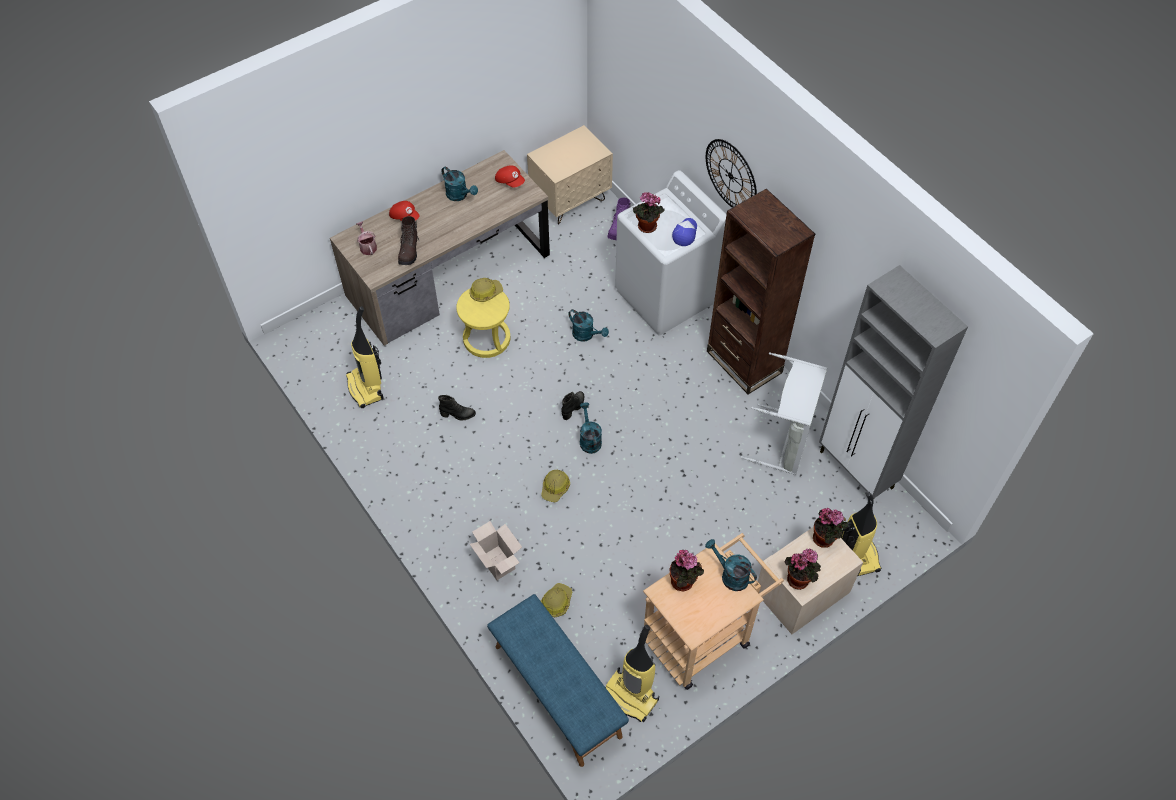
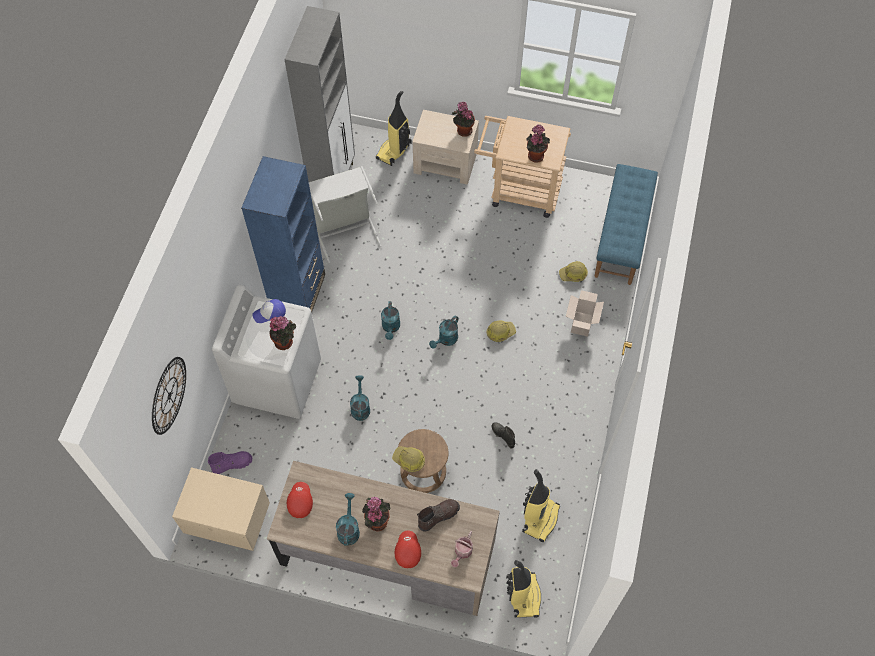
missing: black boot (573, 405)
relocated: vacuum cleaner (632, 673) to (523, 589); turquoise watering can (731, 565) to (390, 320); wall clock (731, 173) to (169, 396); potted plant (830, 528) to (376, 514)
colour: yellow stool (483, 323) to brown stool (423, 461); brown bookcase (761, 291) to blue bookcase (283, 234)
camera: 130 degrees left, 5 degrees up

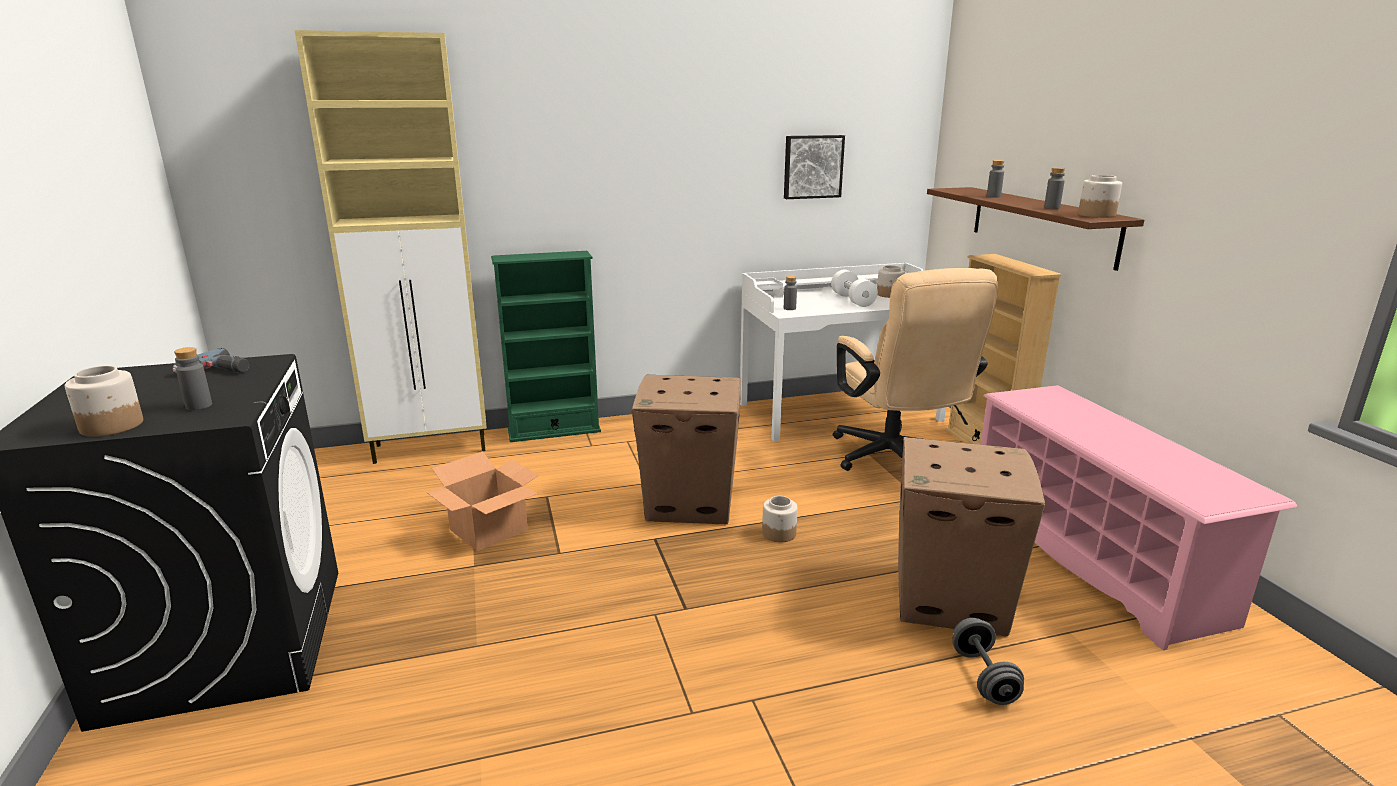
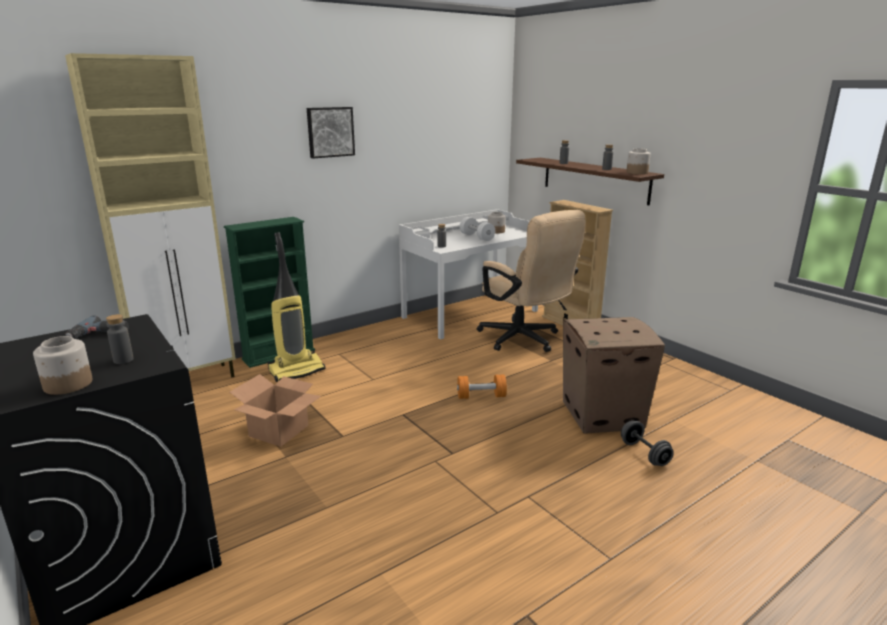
missing: cardboard box (686, 449); pink shoe rack (1138, 517)
appeared: vacuum cleaner (296, 307)
relocated: picture (814, 167) to (331, 132)
exchanged: jar (780, 519) to orange dumbbell (482, 386)
camera: 20 degrees left, 0 degrees up

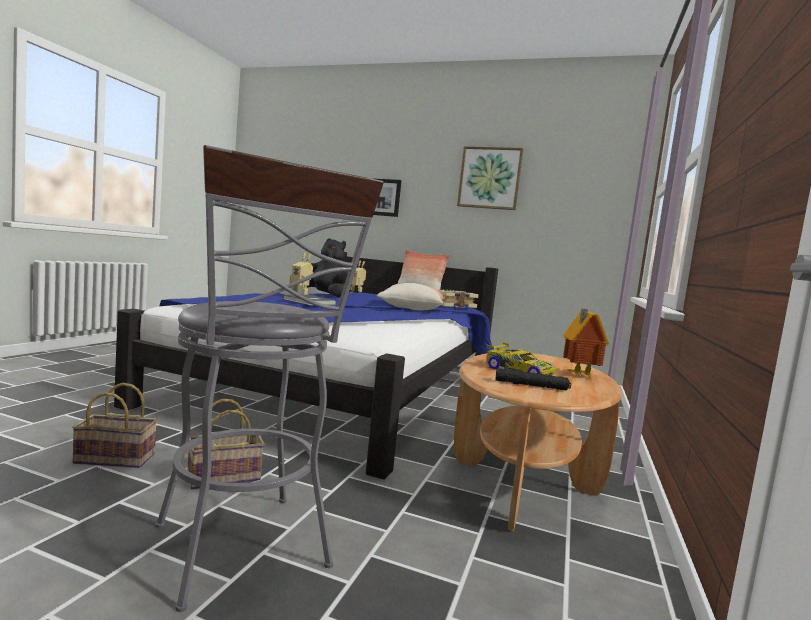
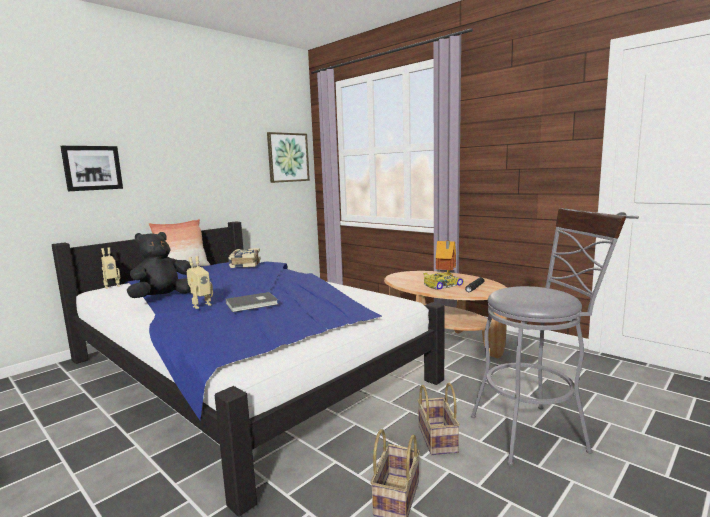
missing: pillow (411, 296)
relocated: picture (490, 178) to (288, 157)
camera: 65 degrees left, 5 degrees up

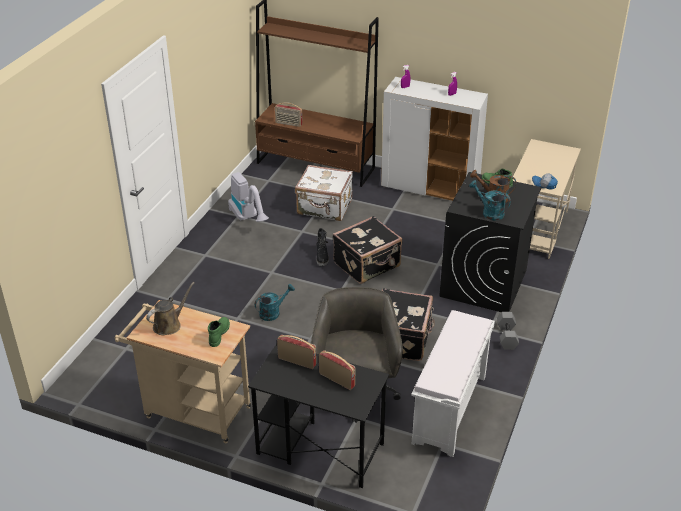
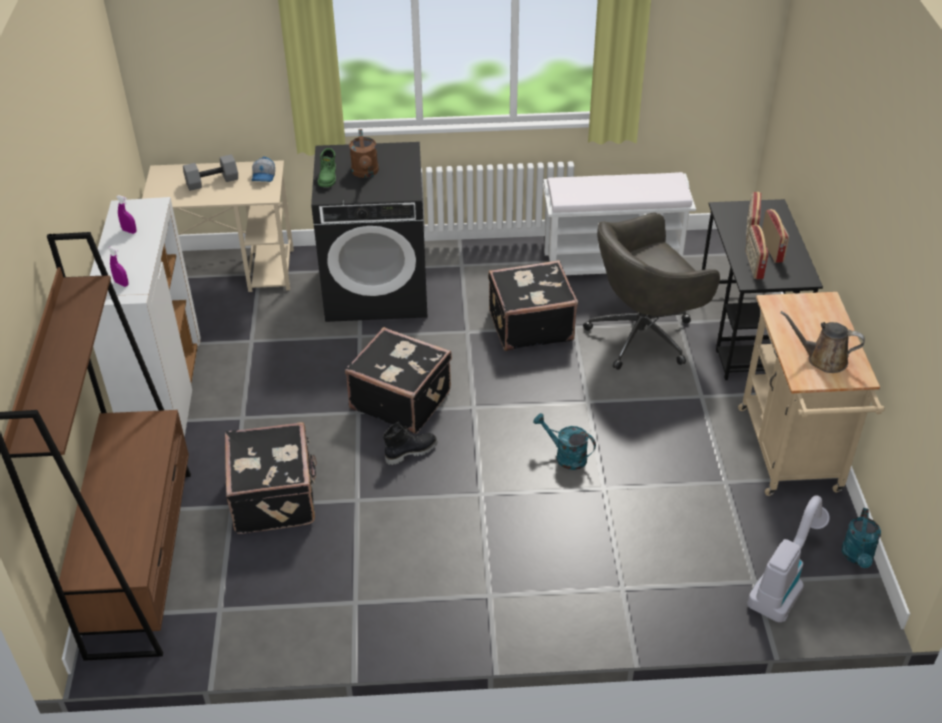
missing: green boot (219, 332)
relocated: vacuum cleaner (248, 197) to (788, 558); radio (289, 114) to (775, 236); turquoise watering can (490, 200) to (861, 538); grey dumbbell (508, 331) to (210, 172)
colour: white suitcase (324, 193) to black suitcase (271, 478)
camera: 115 degrees left, 5 degrees up

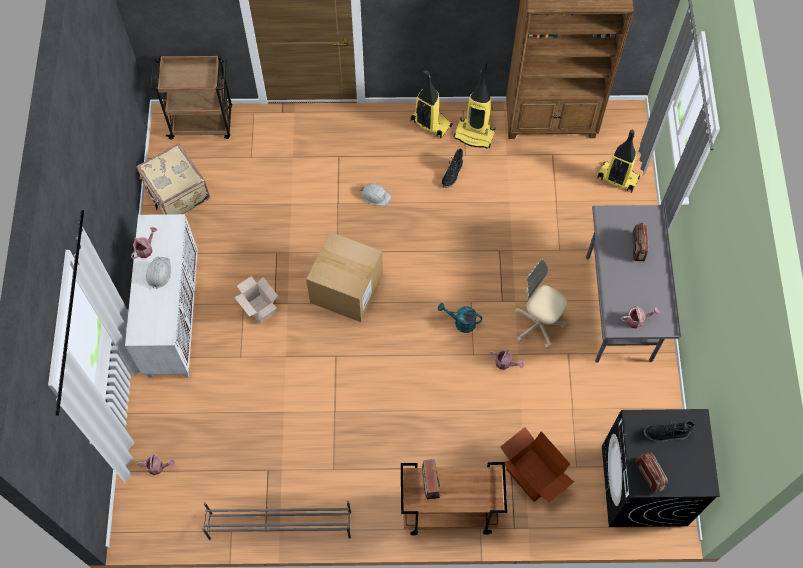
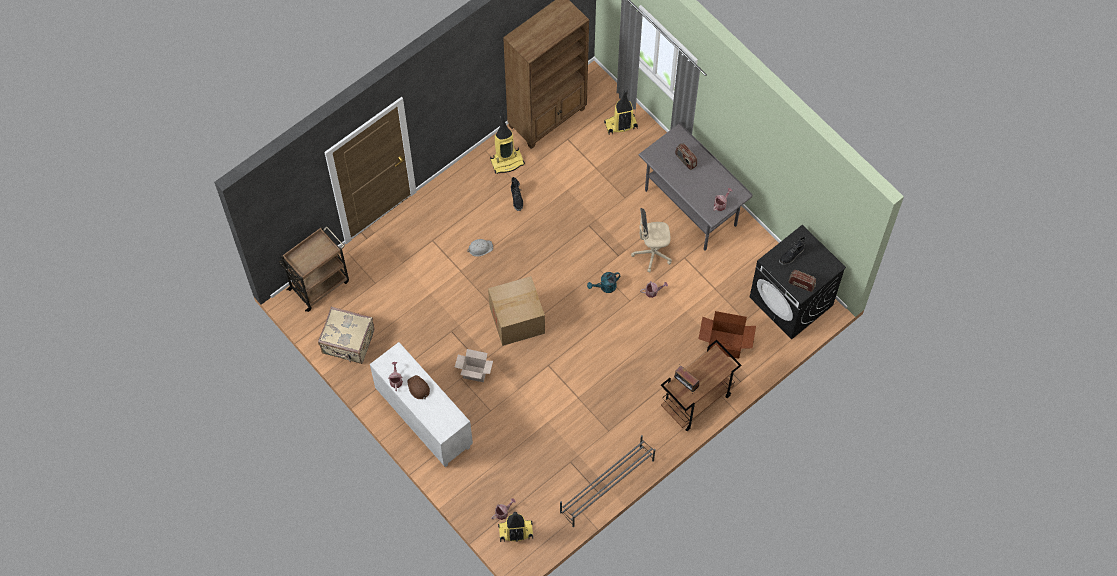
relocated: vacuum cleaner (431, 104) to (515, 527)
colour: white hard hat (158, 273) to brown hard hat (418, 387)
camera: 40 degrees left, 0 degrees up

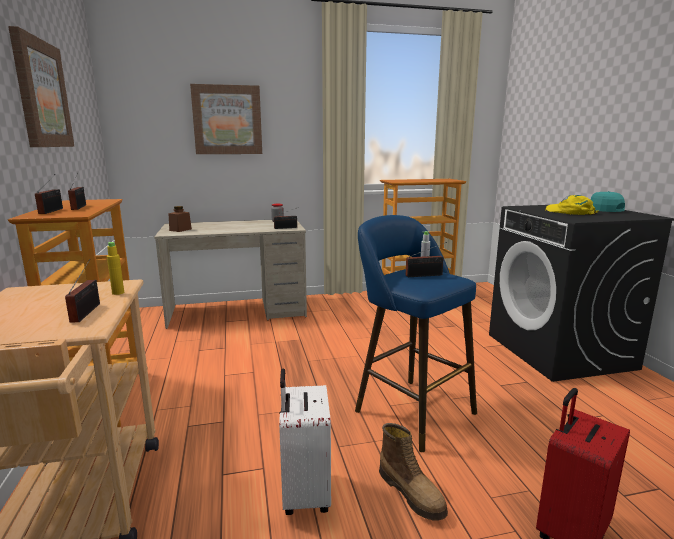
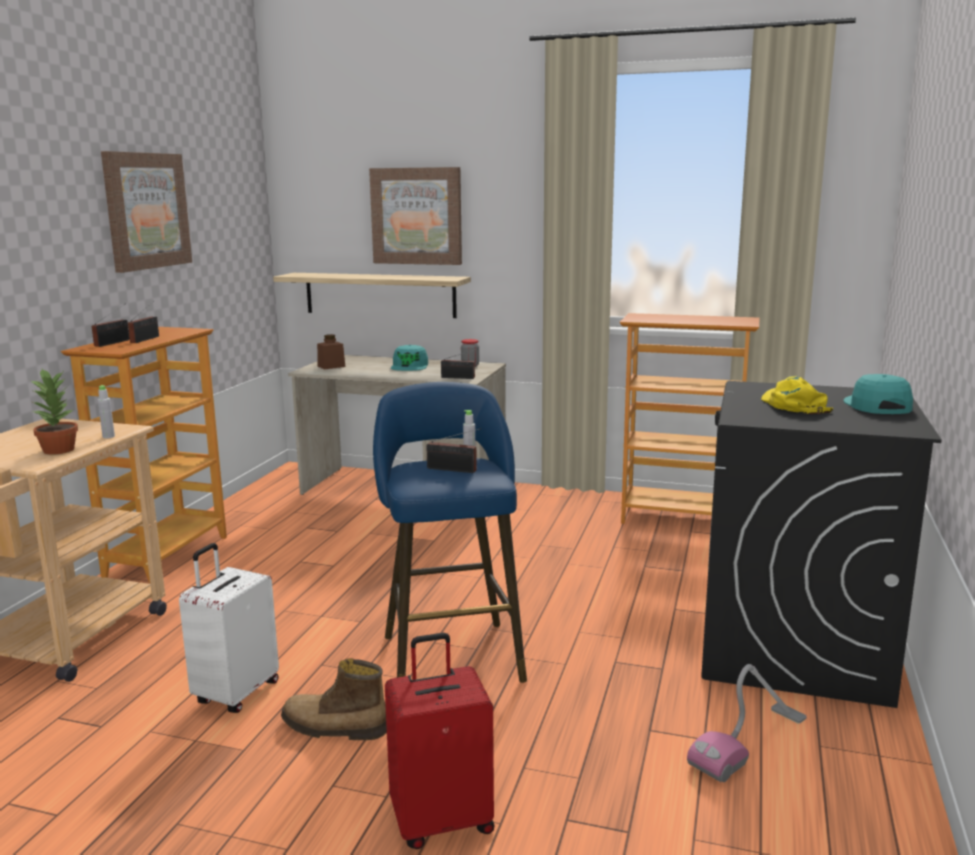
appeared: shelf (372, 295); turquoise cap (409, 358); vacuum cleaner (747, 723)
exchanged: radio (82, 291) to potted plant (54, 412)
colour: yellow bottle (115, 268) to grey bottle (106, 411)
spun: boot (413, 472) = (334, 699) 105 degrees clockwise
camera: 30 degrees right, 0 degrees up

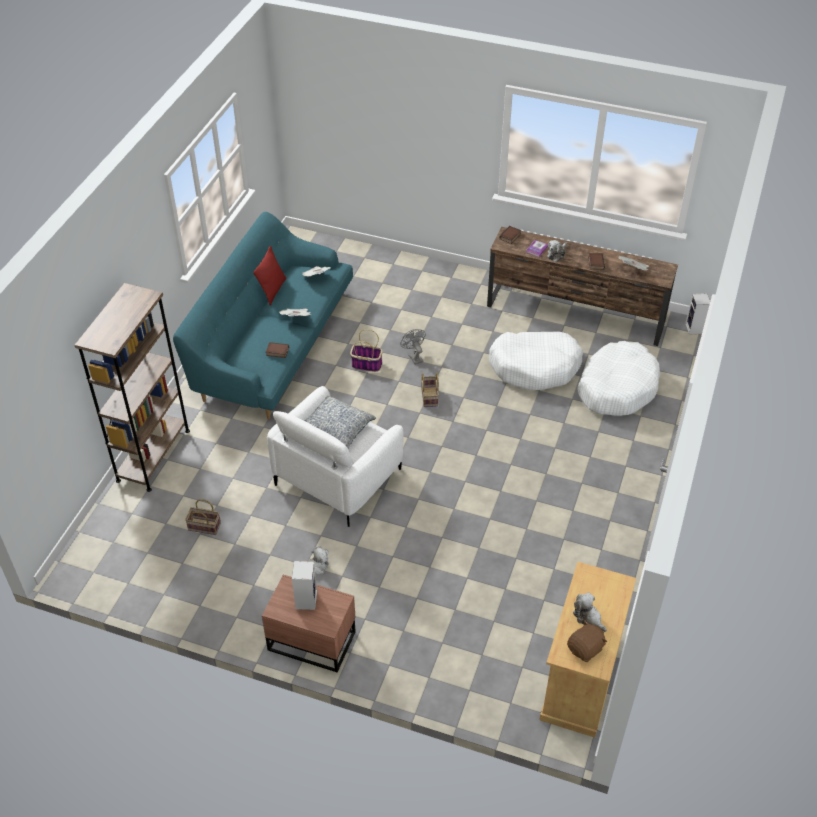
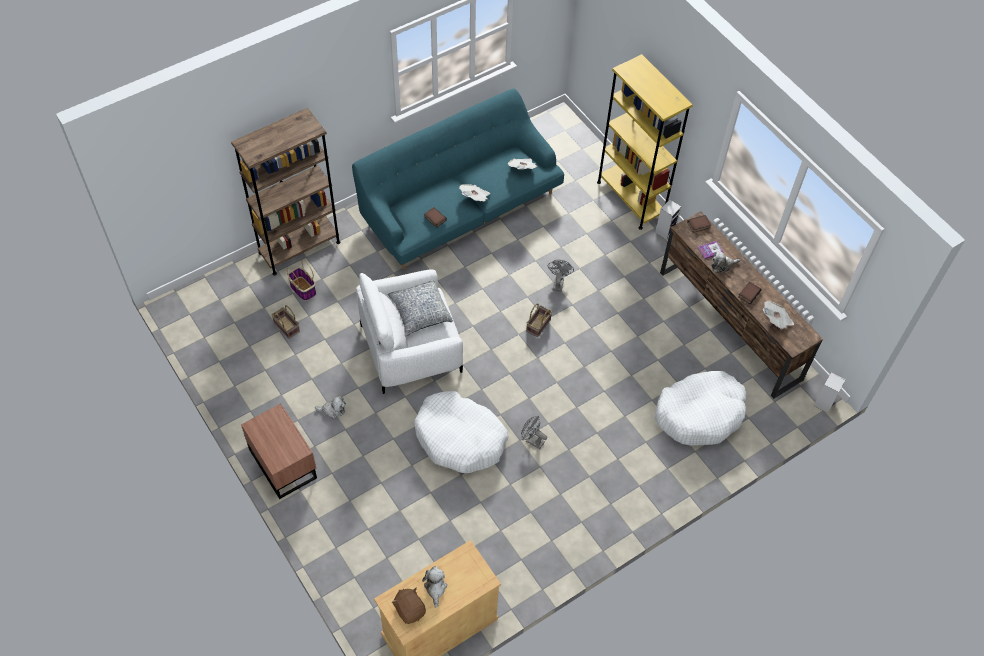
missing: red pillow (270, 275)
appeared: grey fan (534, 432); yellow bookcase (645, 142)
relocated: speaker (304, 585) to (668, 219); basket (366, 350) to (301, 280); white dog bed (536, 360) to (461, 432)
spun: brown plush toy (587, 641) = (408, 606) 120 degrees counterclockwise
camera: 35 degrees right, 10 degrees up

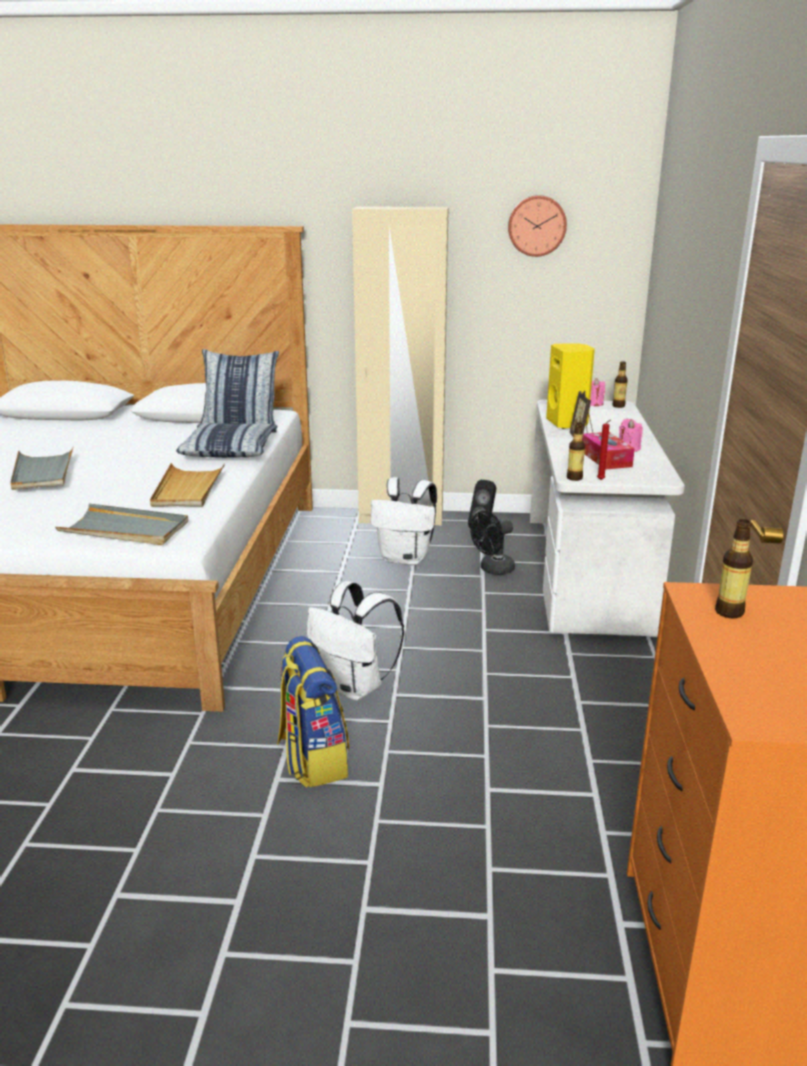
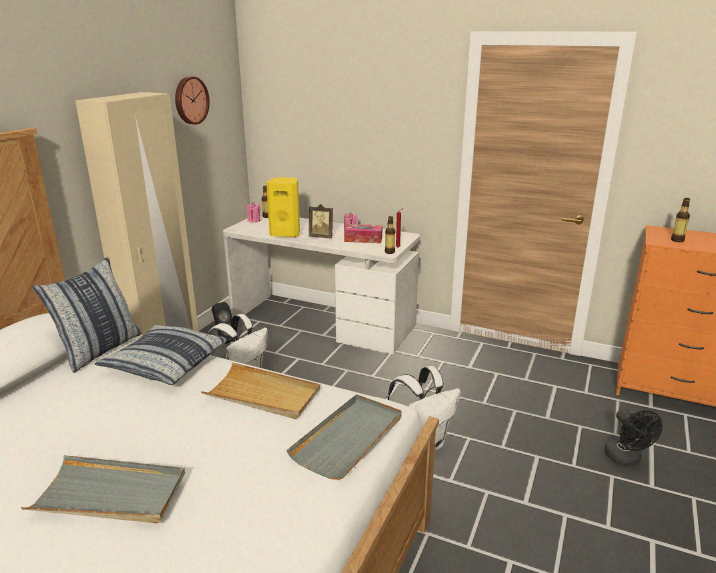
missing: backpack (313, 712)
relocated: black fan (492, 543) to (634, 437)
camera: 70 degrees left, 0 degrees up

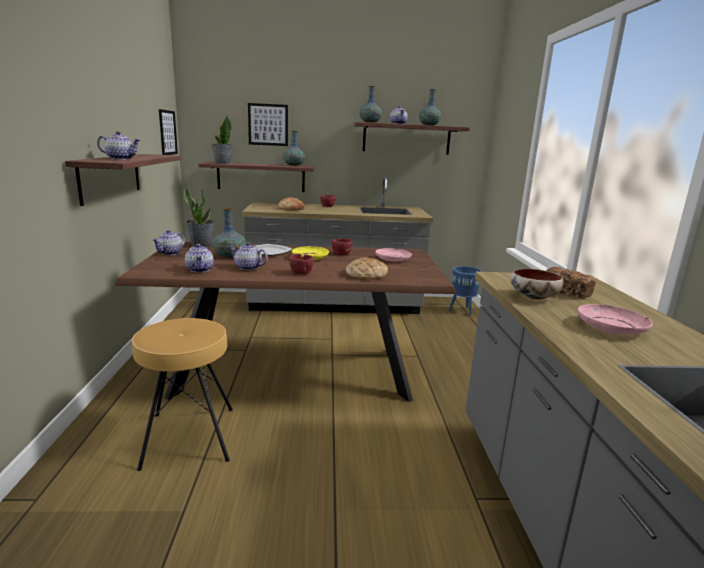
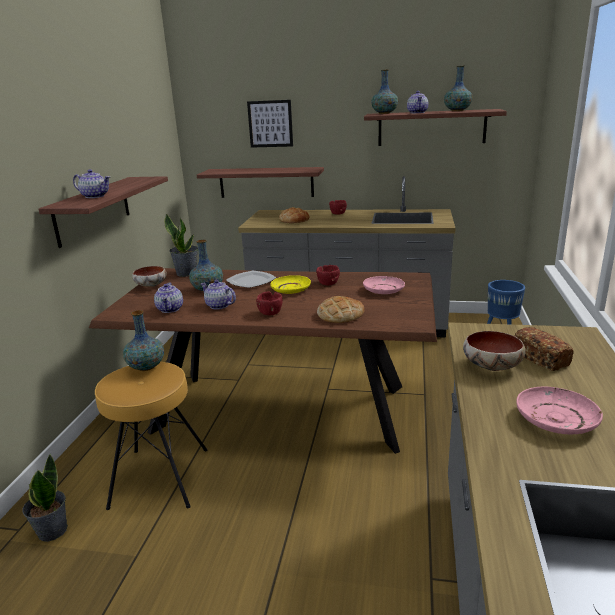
missing: picture (168, 132)
relocated: potted plant (222, 140) to (45, 498); vase (294, 148) to (143, 340)
exchanged: teapot (169, 242) to bowl (149, 276)
camera: 15 degrees right, 5 degrees up

